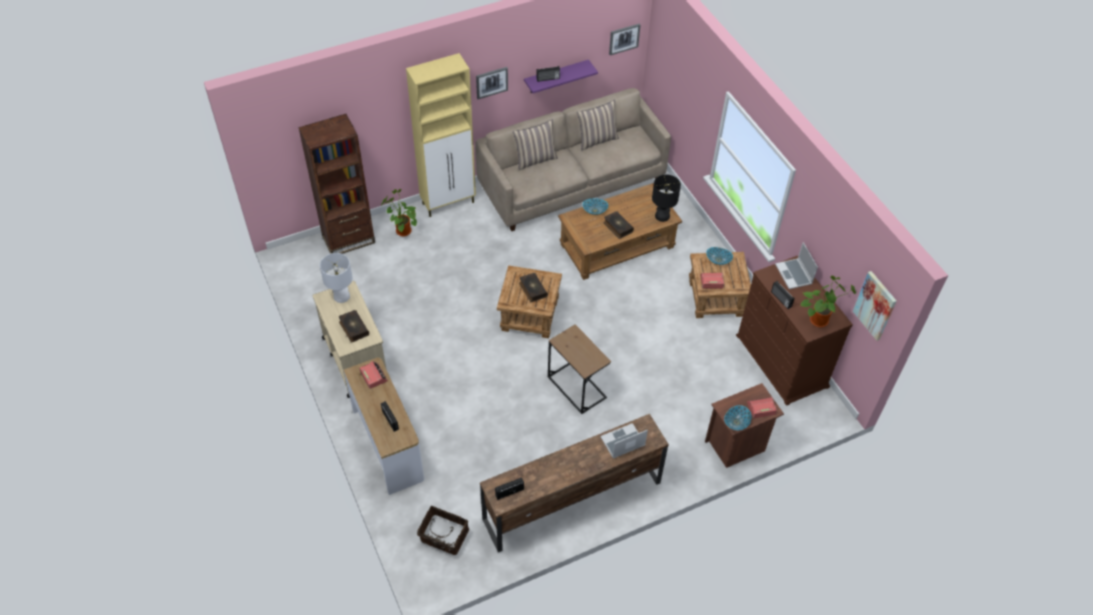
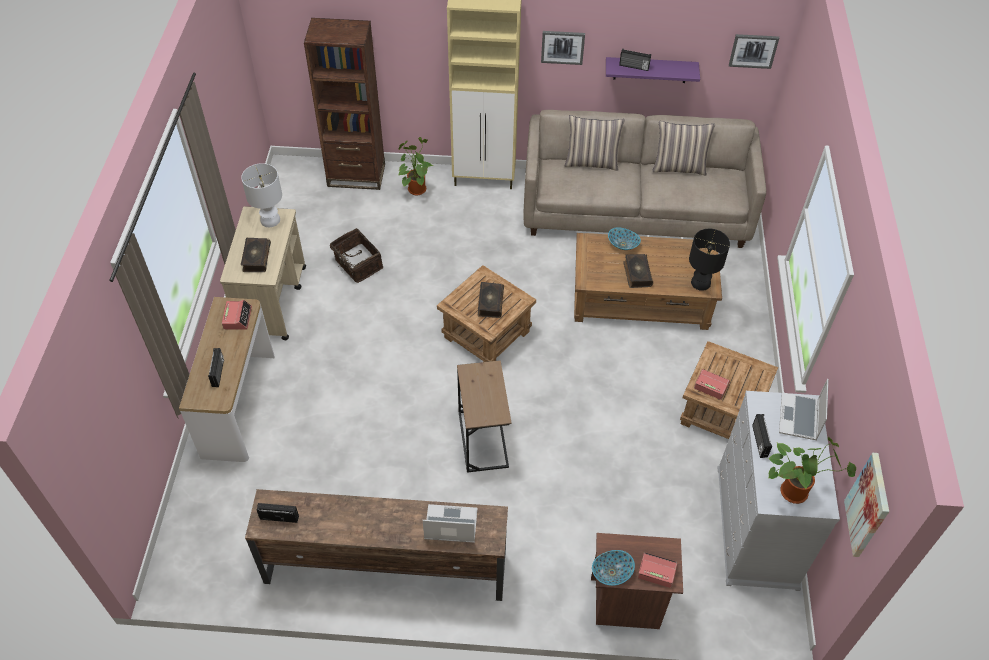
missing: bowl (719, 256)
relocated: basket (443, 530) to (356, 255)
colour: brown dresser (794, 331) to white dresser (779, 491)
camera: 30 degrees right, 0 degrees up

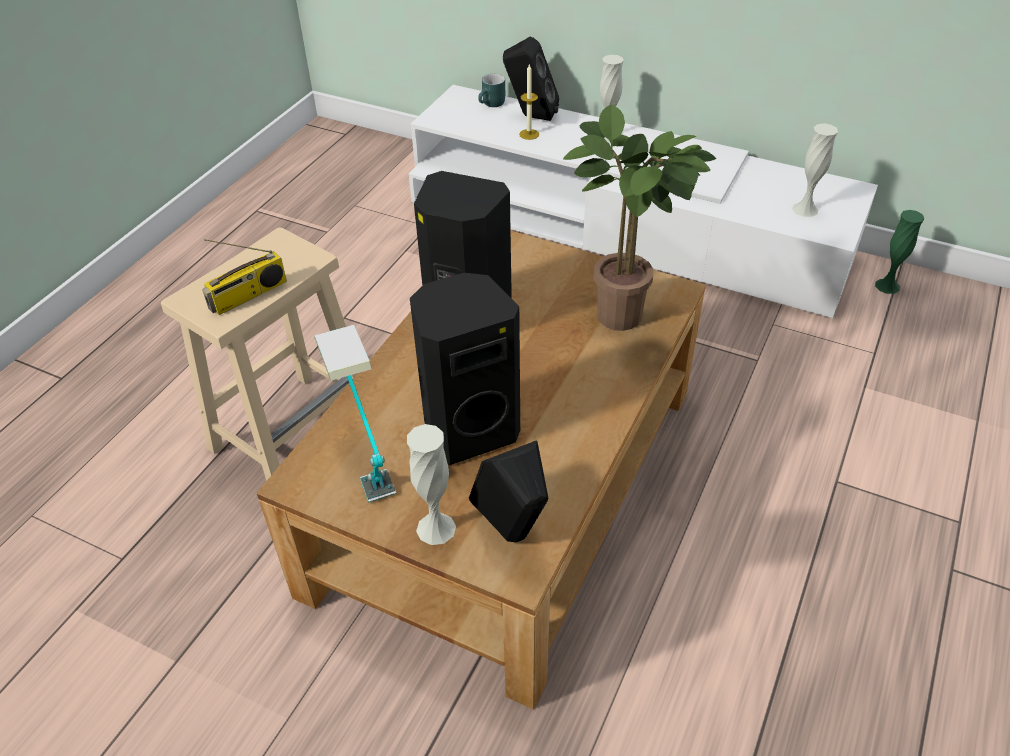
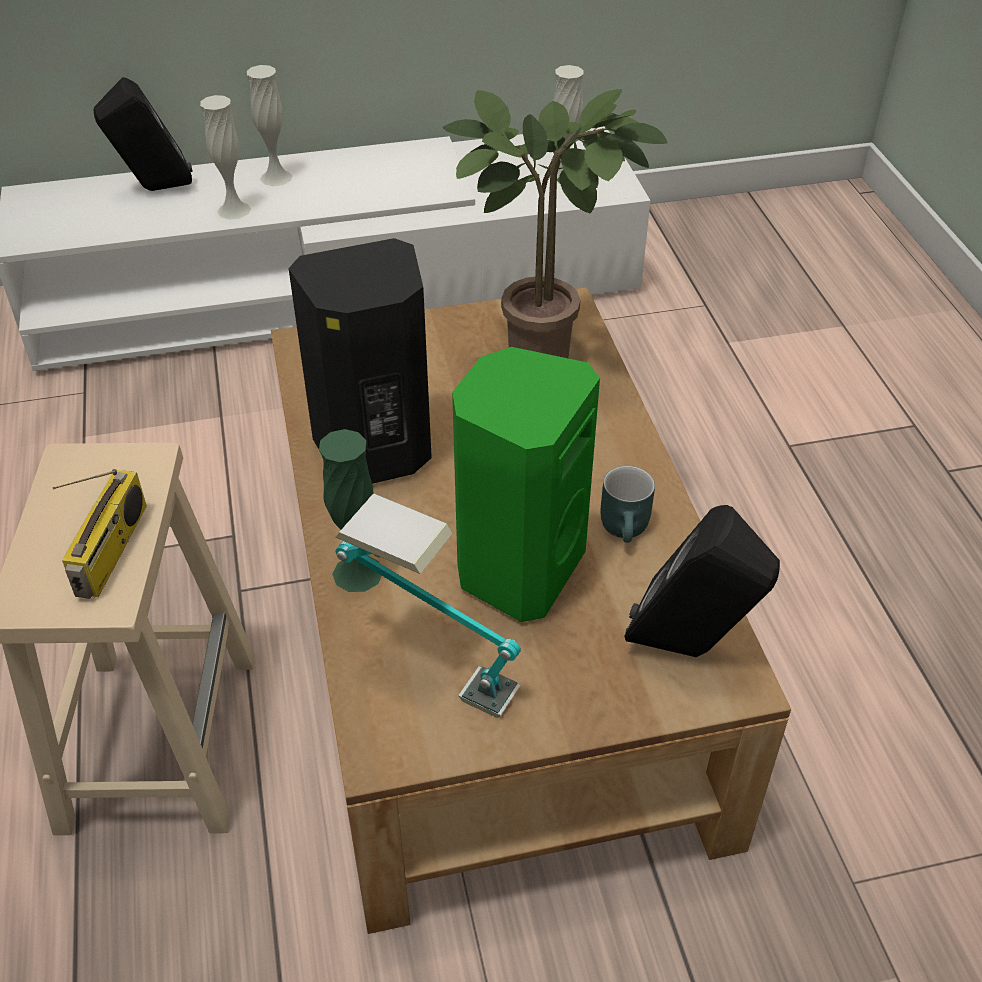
missing: candle (529, 102)
relocated: white vase (431, 484) to (225, 157); turquoise mug (491, 90) to (627, 504); green vase (899, 252) to (350, 510)
colour: black speaker (465, 369) to green speaker (526, 484)
camera: 40 degrees left, 0 degrees up

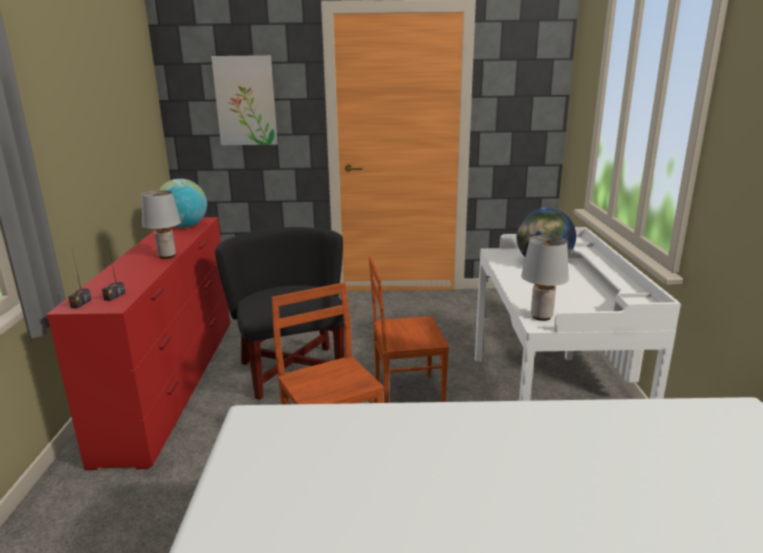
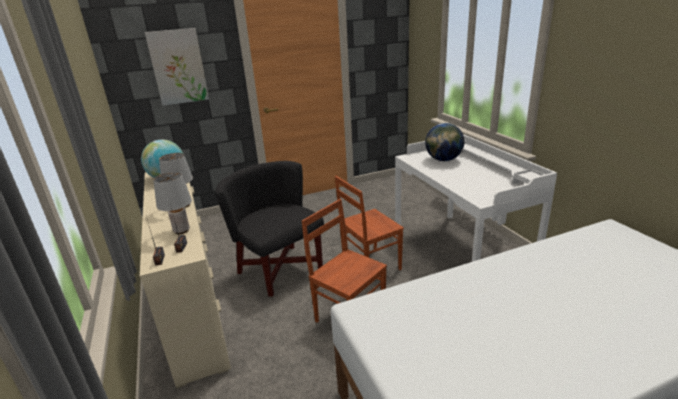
relocated: grey table lamp (545, 278) to (172, 203)
colour: red dresser (138, 343) to beige dresser (185, 280)
camera: 20 degrees left, 5 degrees up

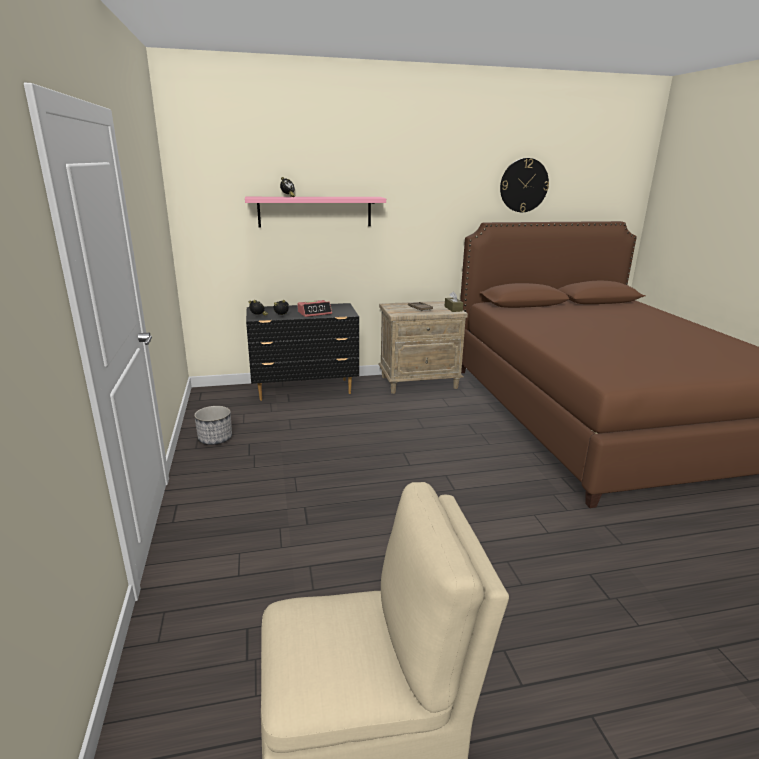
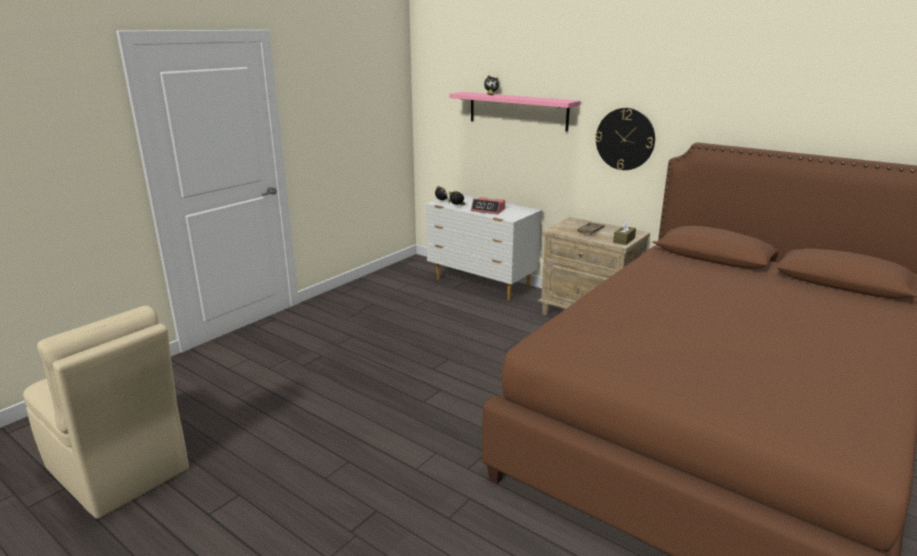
missing: planter (213, 425)
relocated: wall clock (524, 185) to (625, 139)
colour: black dresser (302, 352) to white dresser (484, 247)
camera: 50 degrees right, 0 degrees up

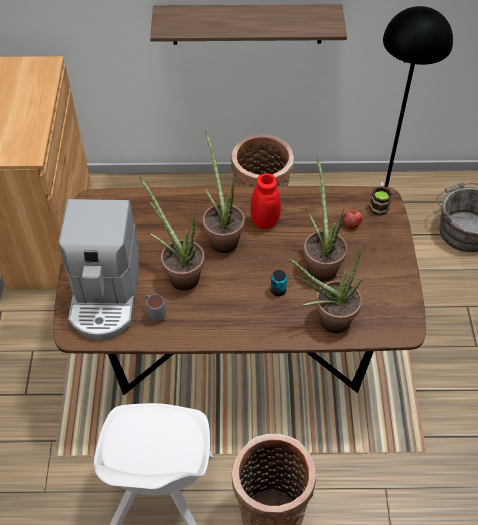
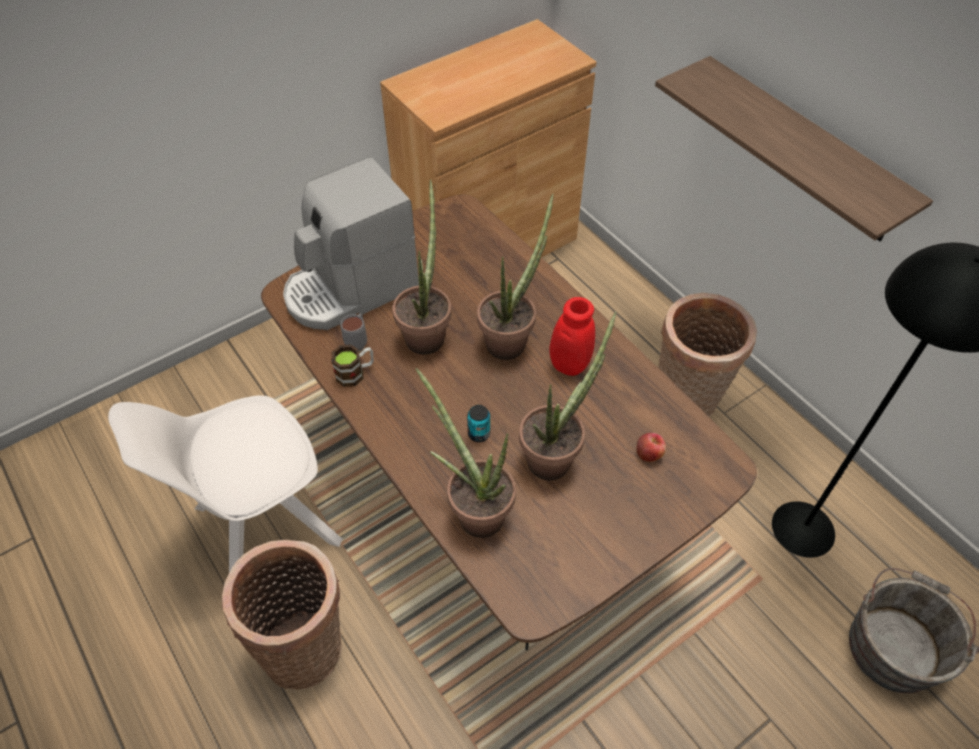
relocated: mug (380, 199) to (352, 366)
camera: 55 degrees right, 0 degrees up

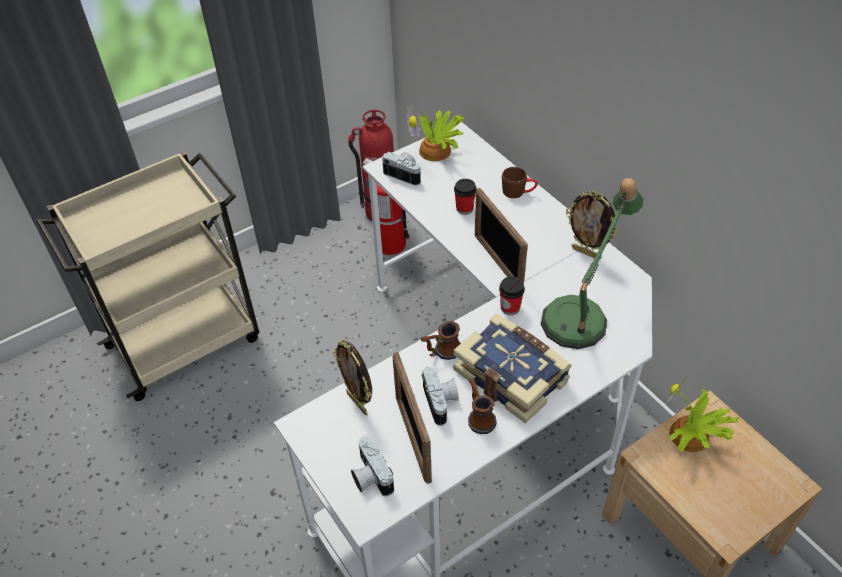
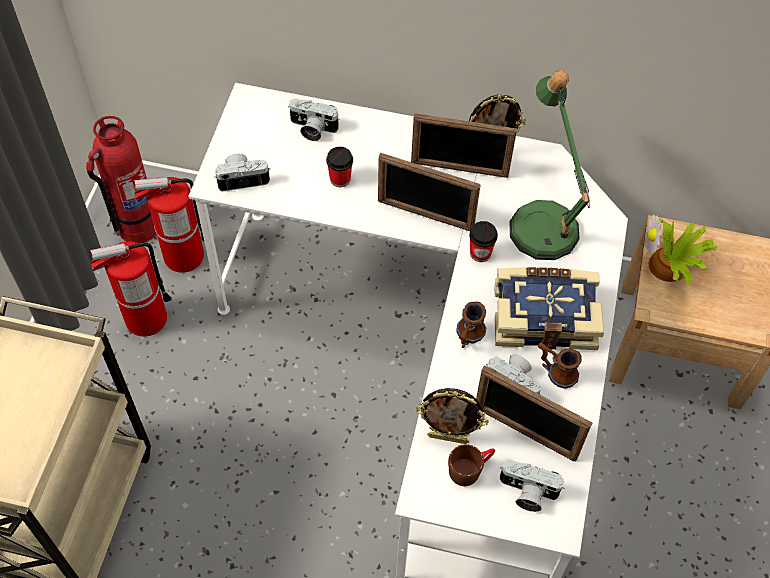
missing: potted plant (435, 132)
appeared: fire extinguisher (130, 289); photo camera (314, 120); picture frame (464, 145)
relocated: brown mug (520, 182) to (471, 465)
camera: 45 degrees left, 10 degrees up

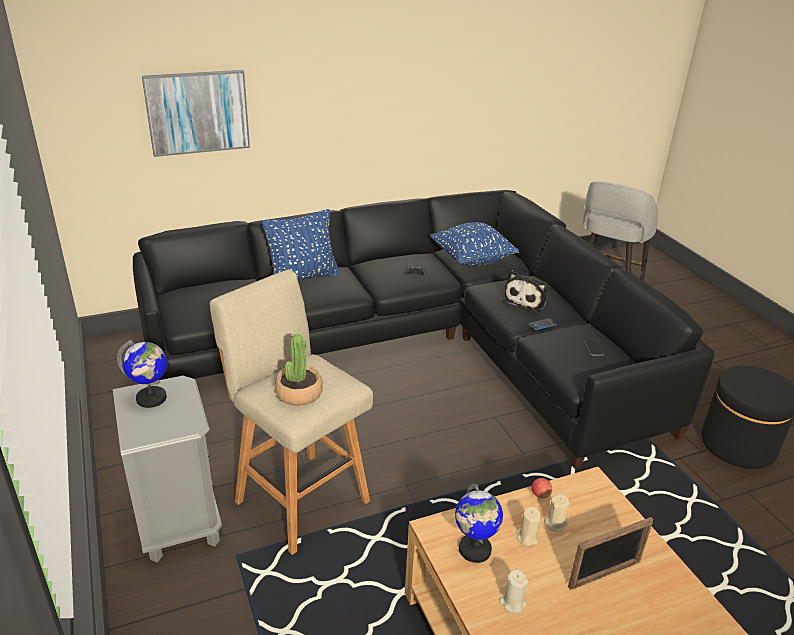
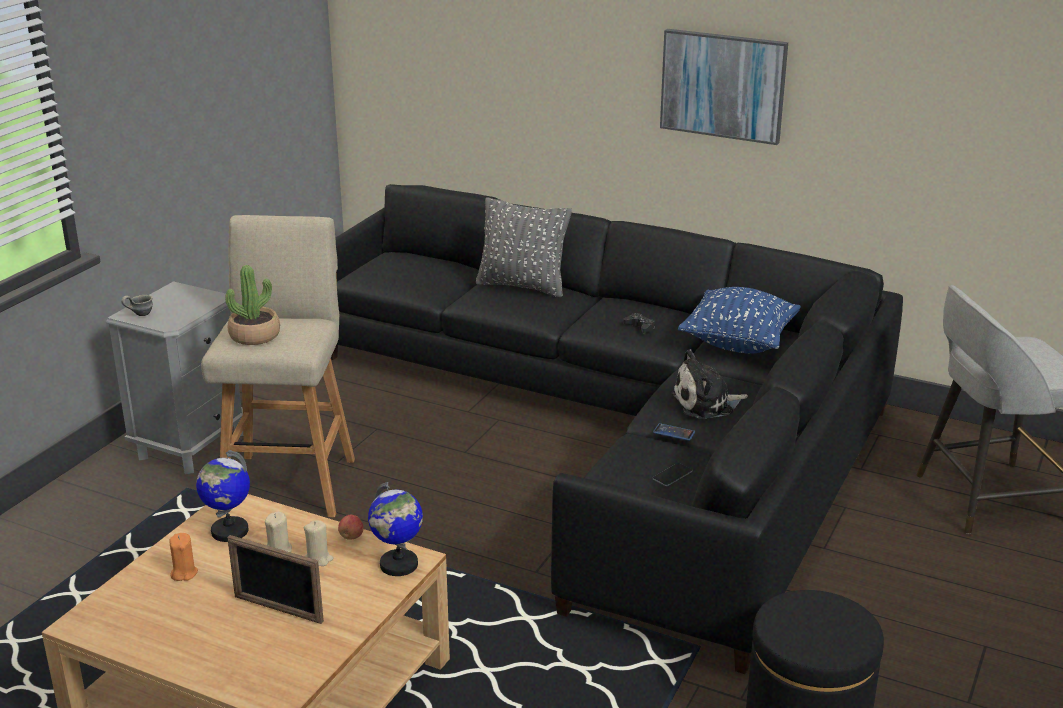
appeared: grey mug (137, 305)
relocated: globe (142, 374) to (395, 529); picture (196, 113) to (724, 87)
colour: blue pillow (301, 245) to grey pillow (524, 247); beige candle (513, 591) to orange candle (183, 557)
camera: 50 degrees right, 5 degrees down

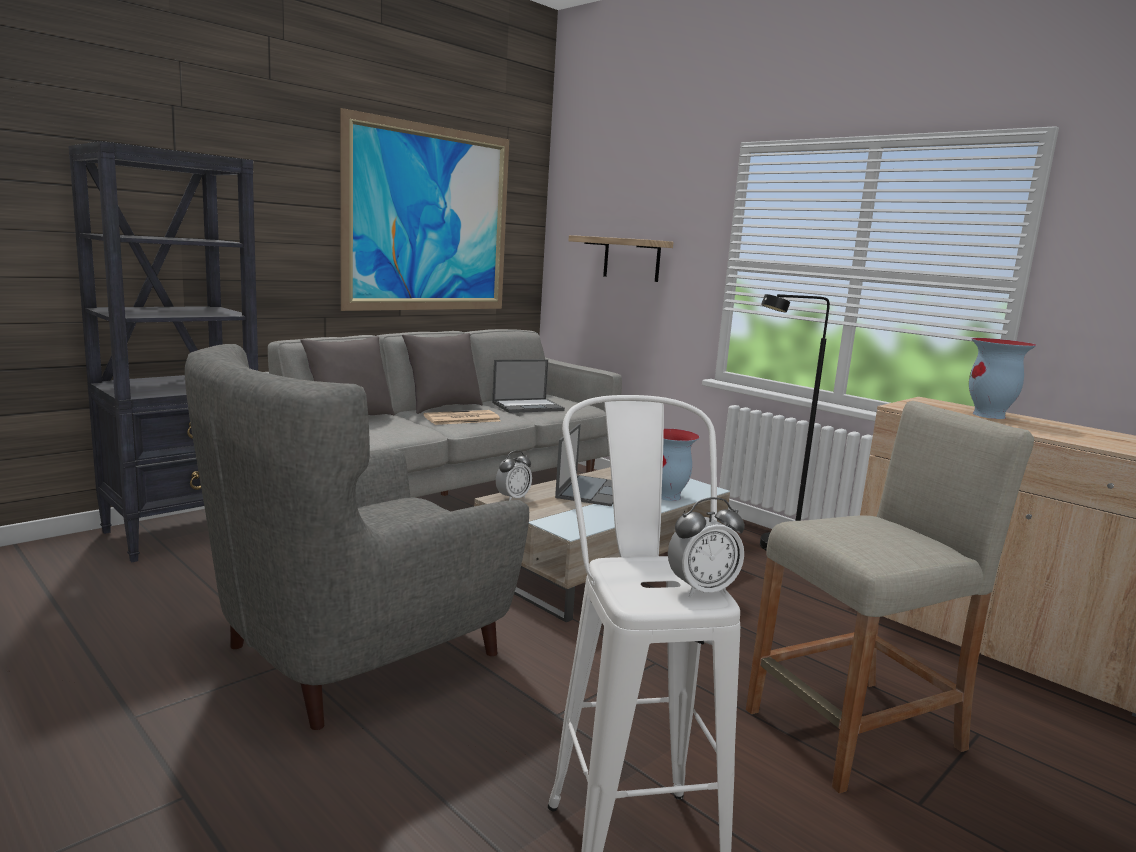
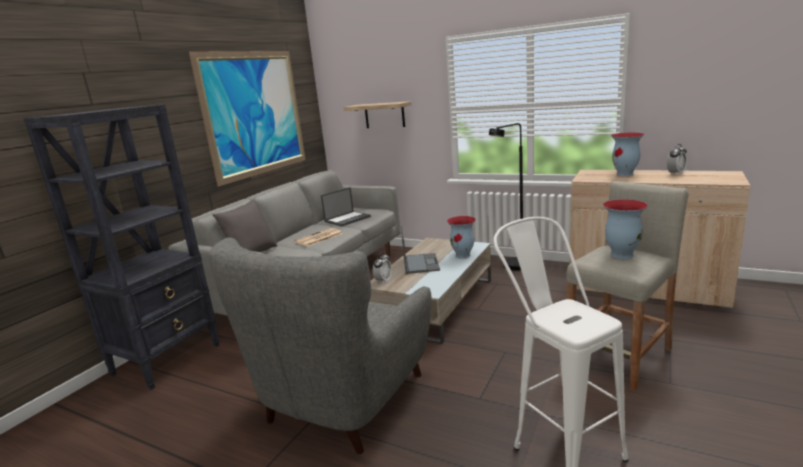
missing: grey pillow (442, 373)
appeared: vase (625, 229)
relocated: alarm clock (706, 547) to (677, 159)
camera: 15 degrees left, 5 degrees up

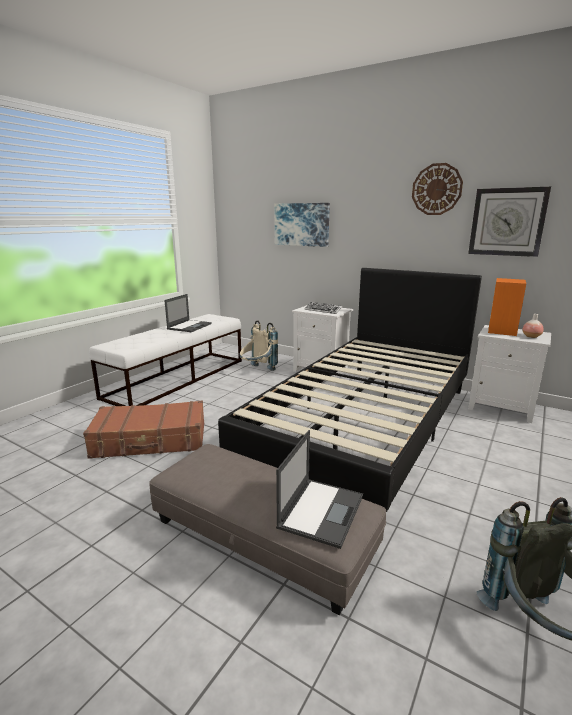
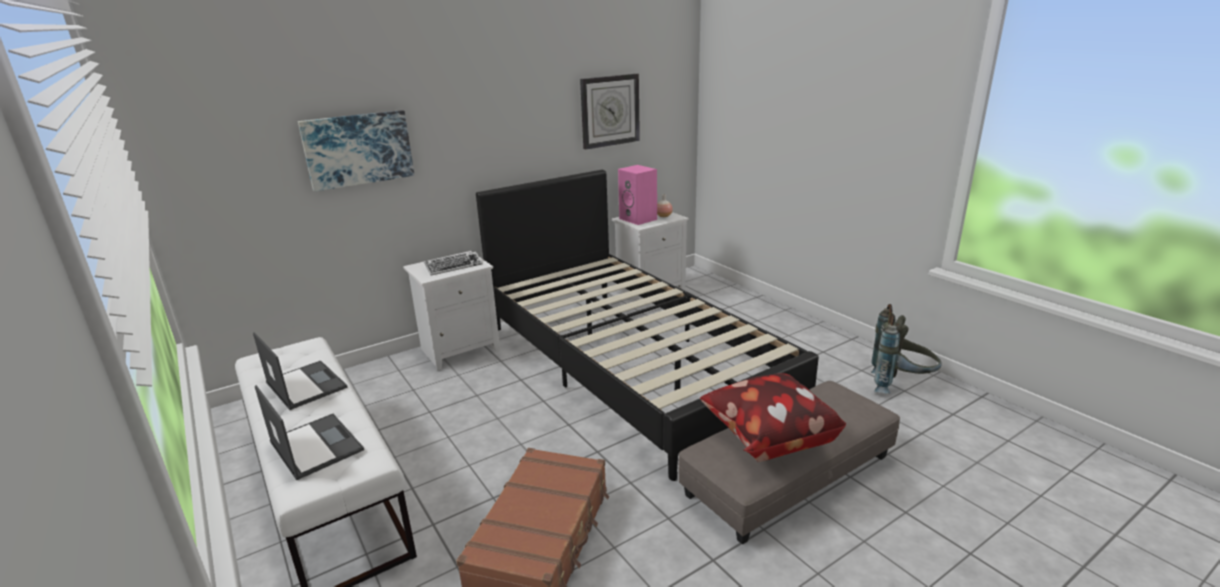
missing: beige backpack (258, 345); wall clock (437, 189)
appeared: pillow (773, 417)
relocated: laptop (319, 489) to (309, 432)
colour: orange speaker (507, 307) to pink speaker (637, 195)
camera: 65 degrees left, 5 degrees up

